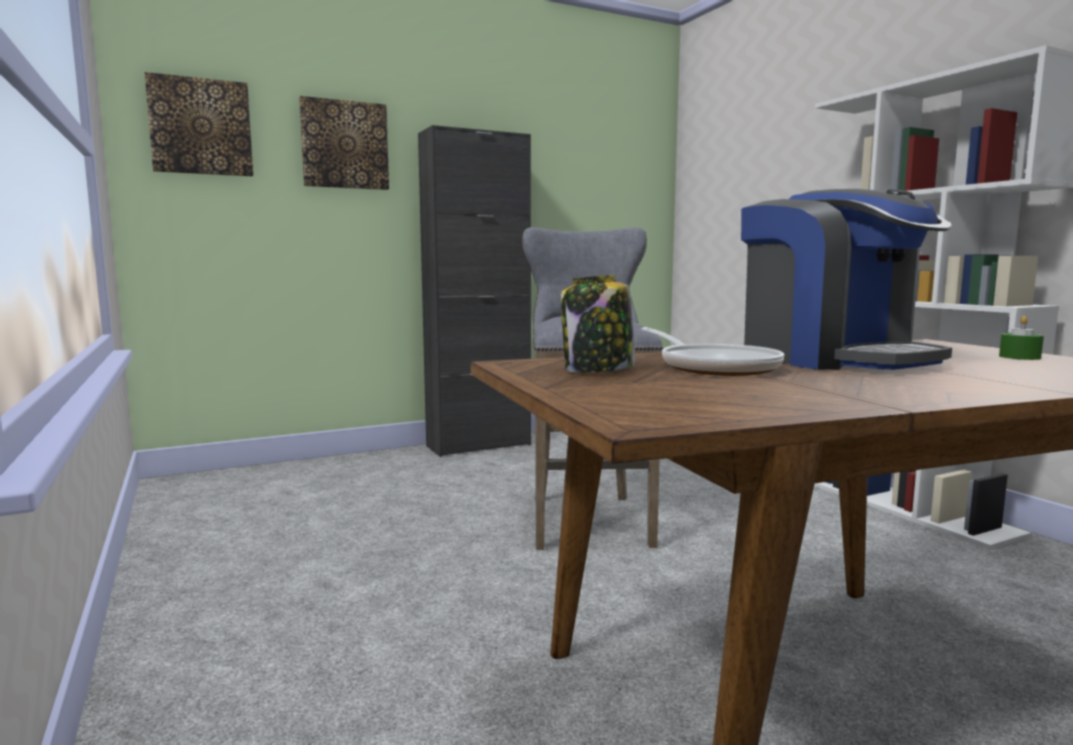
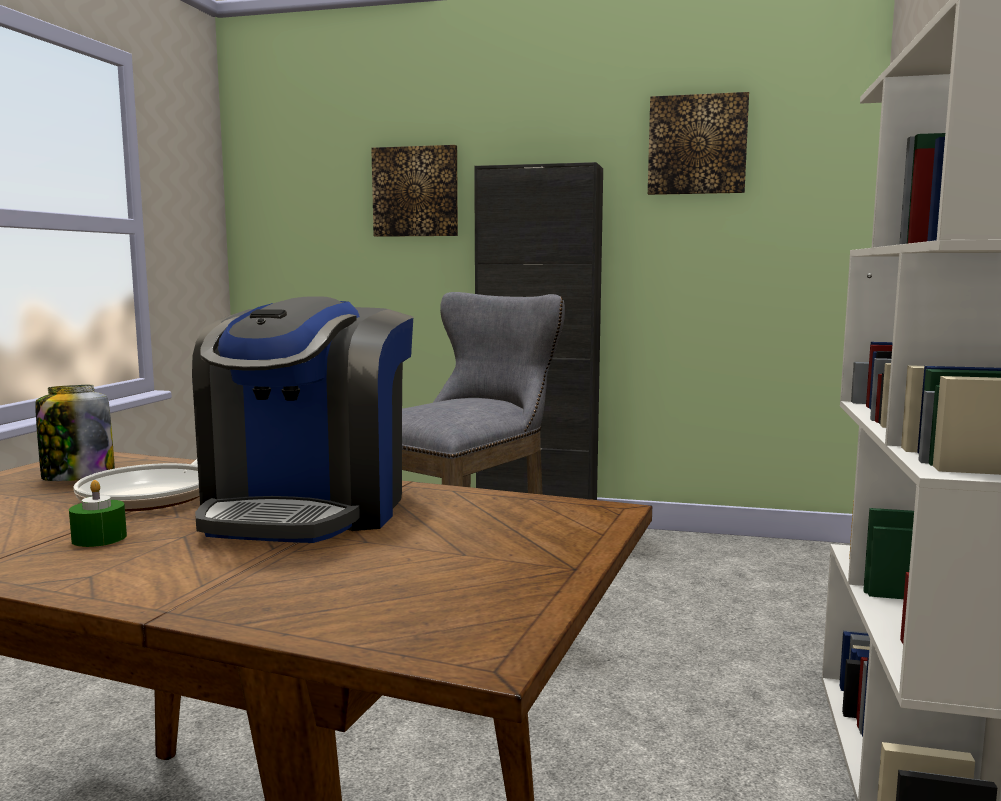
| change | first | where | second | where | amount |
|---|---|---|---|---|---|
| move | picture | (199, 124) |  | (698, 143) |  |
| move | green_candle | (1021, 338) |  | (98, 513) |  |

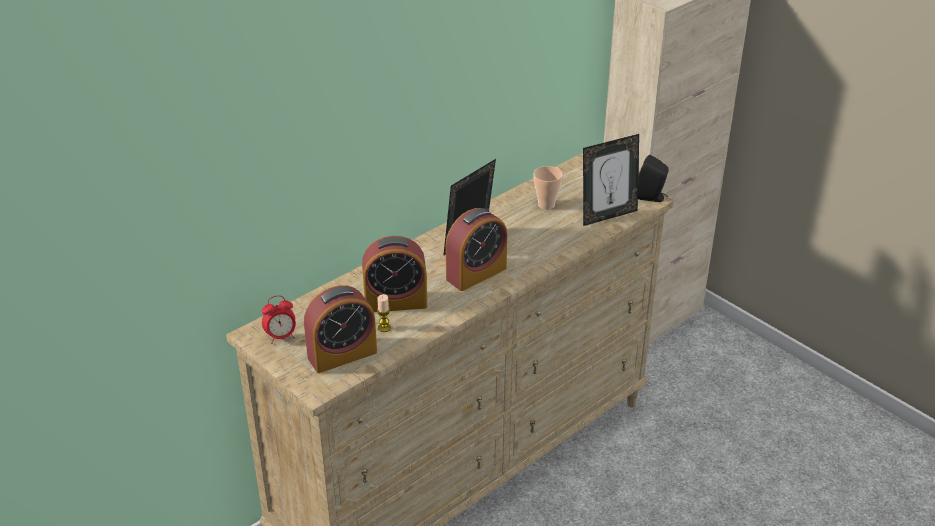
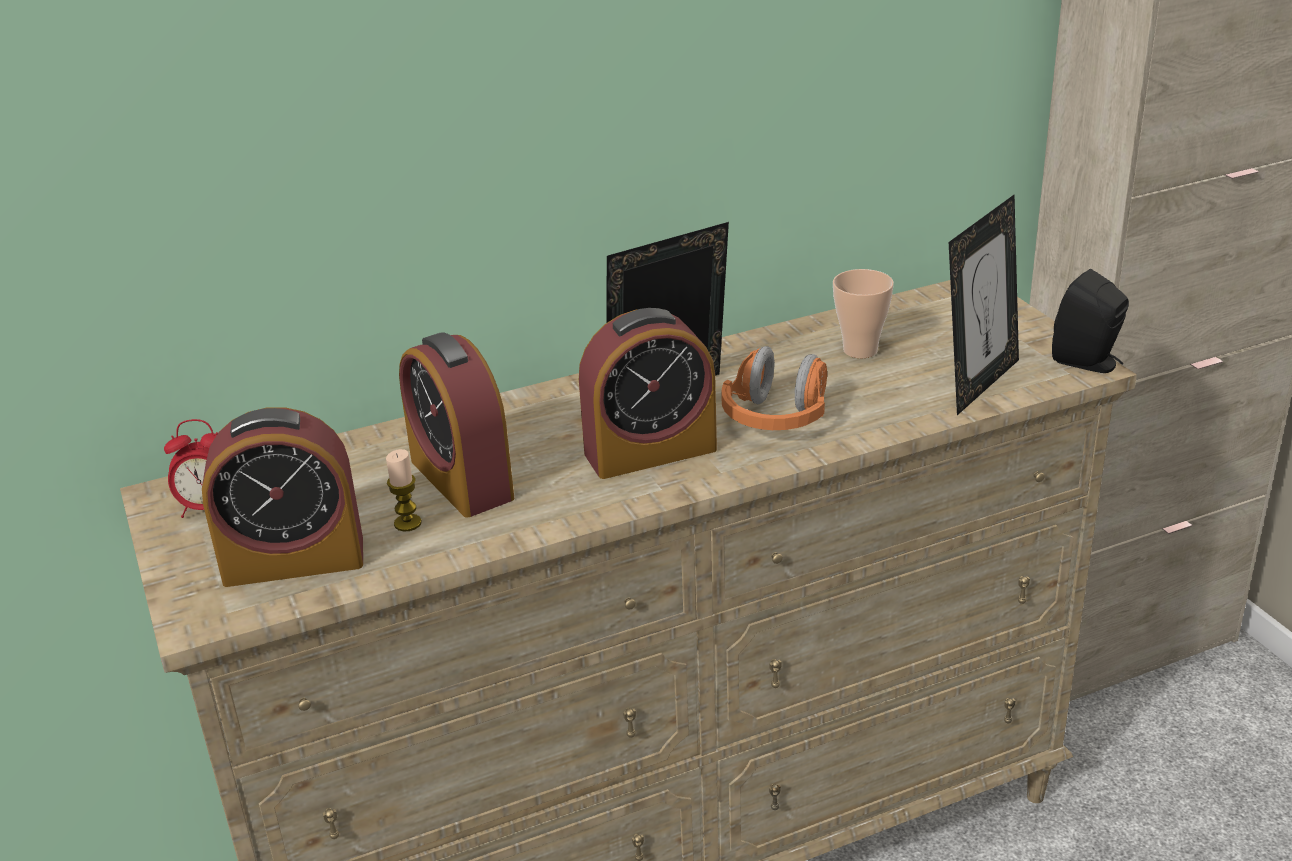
| change | first | where | second | where | amount |
|---|---|---|---|---|---|
| insert |  |  | orange_headphones | (774, 388) |  |
| rotate | alarm_clock | (394, 274) |  | (456, 424) | 45 degrees clockwise |
| rotate | picture_frame | (611, 180) |  | (984, 305) | 45 degrees counterclockwise |

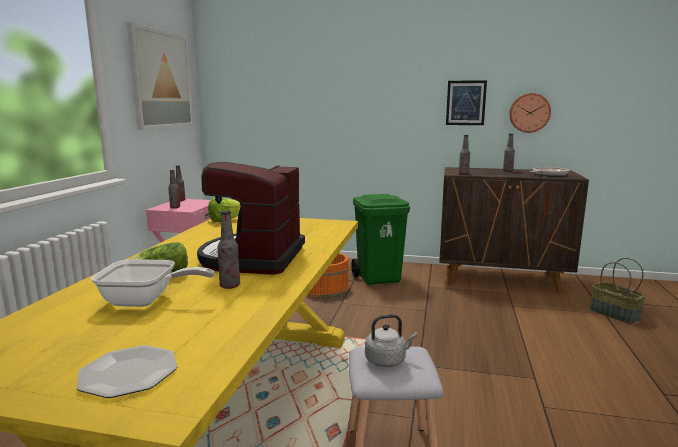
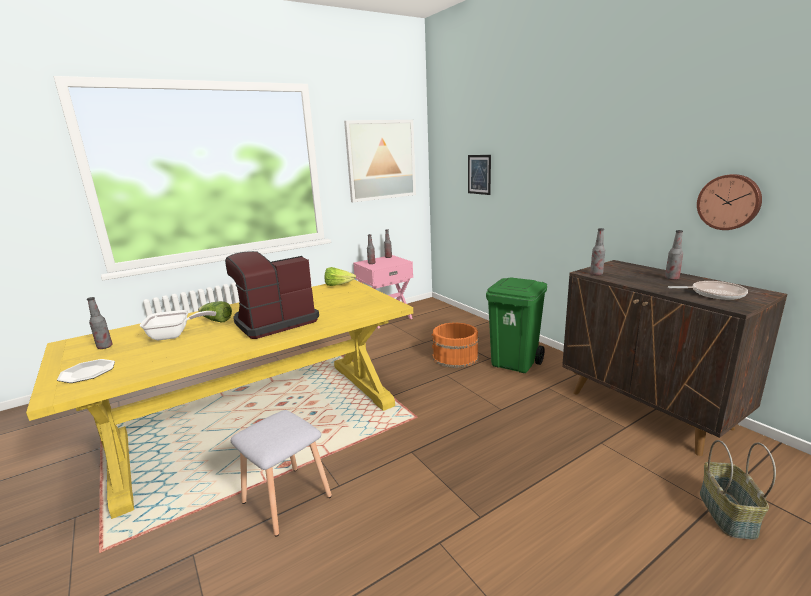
| change | first | where | second | where | amount |
|---|---|---|---|---|---|
| delete | grey_kettle | (391, 340) |  |  |  |
| move | bottle | (228, 249) |  | (99, 323) |  |
| move | picture | (466, 102) |  | (479, 175) |  |
| rotate | frying_pan | (153, 283) |  | (178, 325) | 60 degrees counterclockwise |

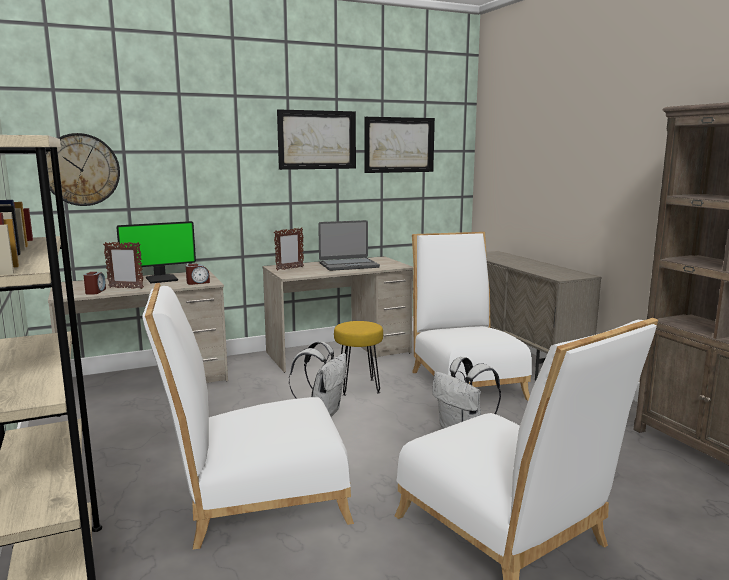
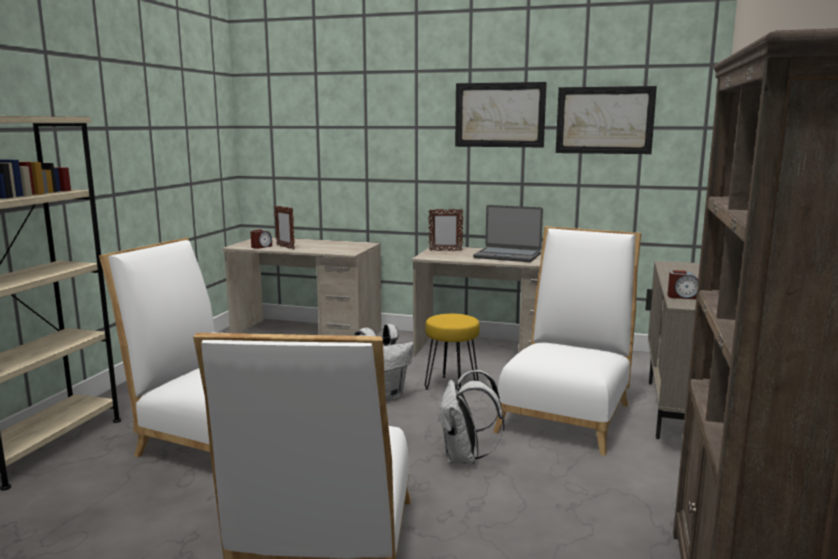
| change | first | where | second | where | amount |
|---|---|---|---|---|---|
| delete | wall_clock | (83, 169) |  |  |  |
| delete | monitor | (156, 252) |  |  |  |
| move | alarm_clock | (198, 274) |  | (682, 284) |  |

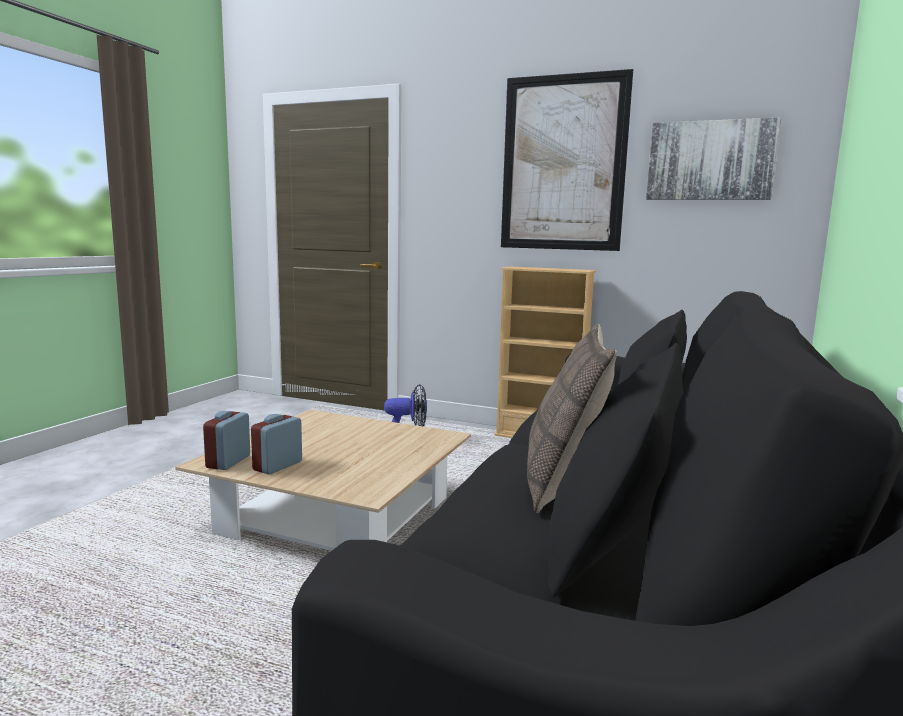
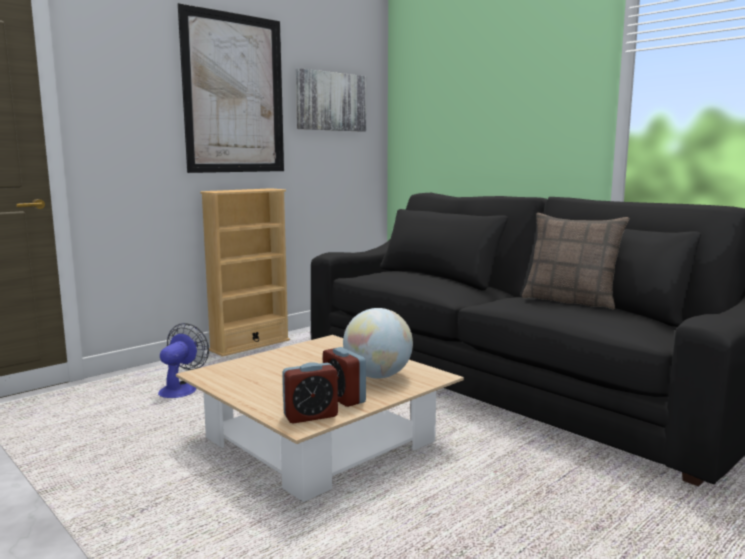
| change | first | where | second | where | amount |
|---|---|---|---|---|---|
| insert |  |  | globe | (378, 343) |  |
| rotate | alarm_clock | (226, 440) |  | (310, 393) | 60 degrees counterclockwise |

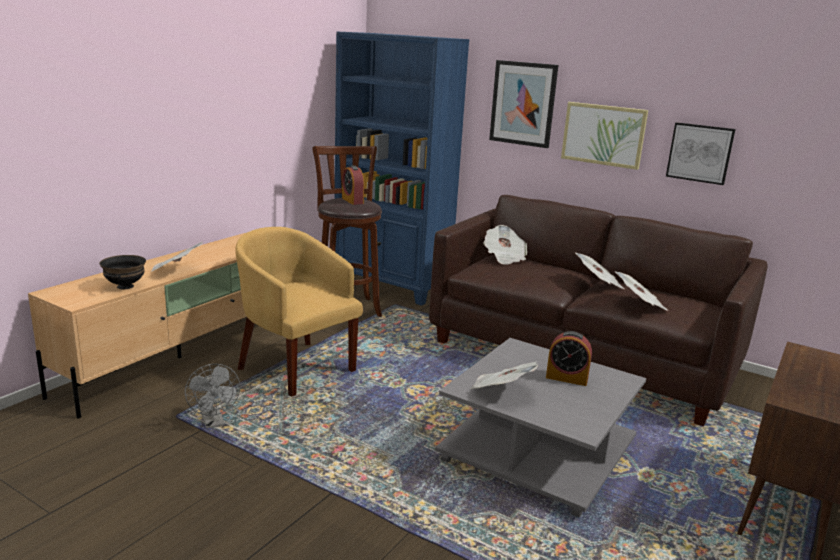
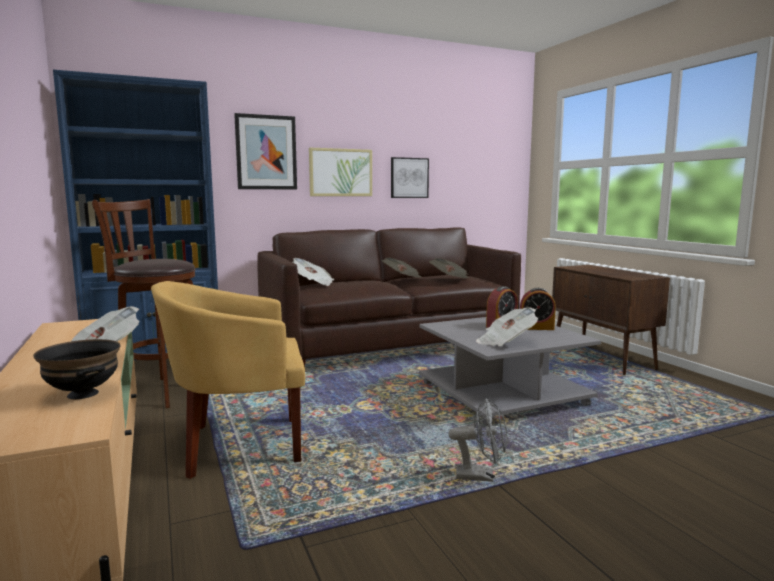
| change | first | where | second | where | amount |
|---|---|---|---|---|---|
| move | grey_fan | (212, 396) |  | (477, 440) |  |
| move | alarm_clock | (353, 185) |  | (538, 309) |  |

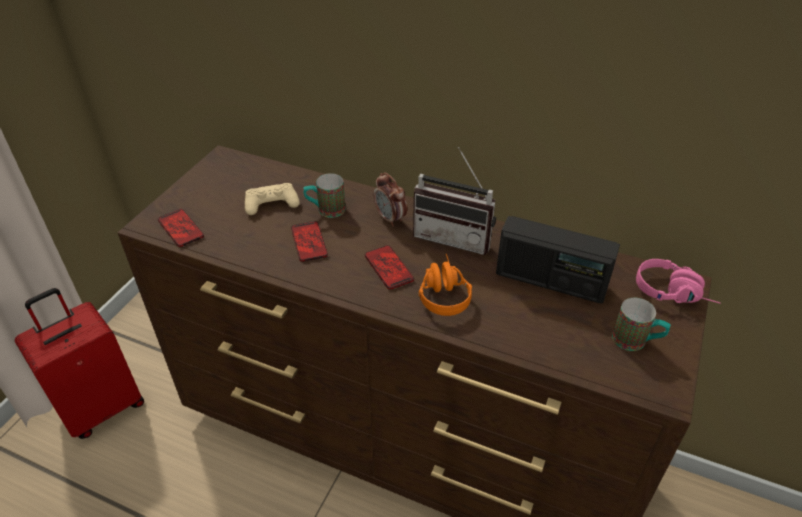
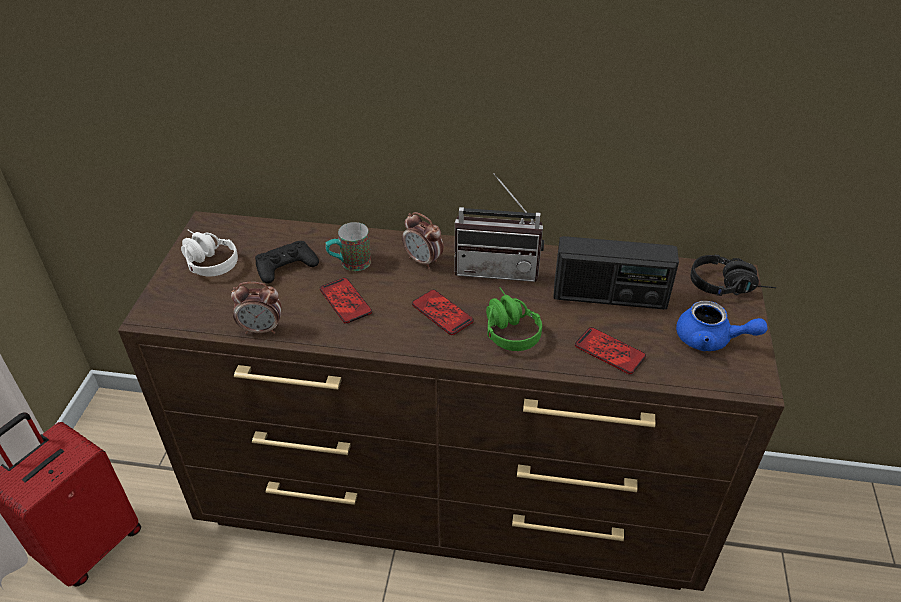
| change | first | where | second | where | amount |
|---|---|---|---|---|---|
| insert |  |  | white_headphones | (209, 253) |  |
| insert |  |  | alarm_clock | (256, 308) |  |
| move | phone | (181, 228) |  | (610, 350) |  |
| replace | mug | (641, 324) | blue_teapot | (722, 326) |  |
| recolor | beige_game_controller | (272, 199) | black_game_controller | (287, 262) |  |
| recolor | orange_headphones | (445, 285) | green_headphones | (514, 319) |  |
| recolor | pink_headphones | (678, 281) | black_headphones | (733, 275) |  |

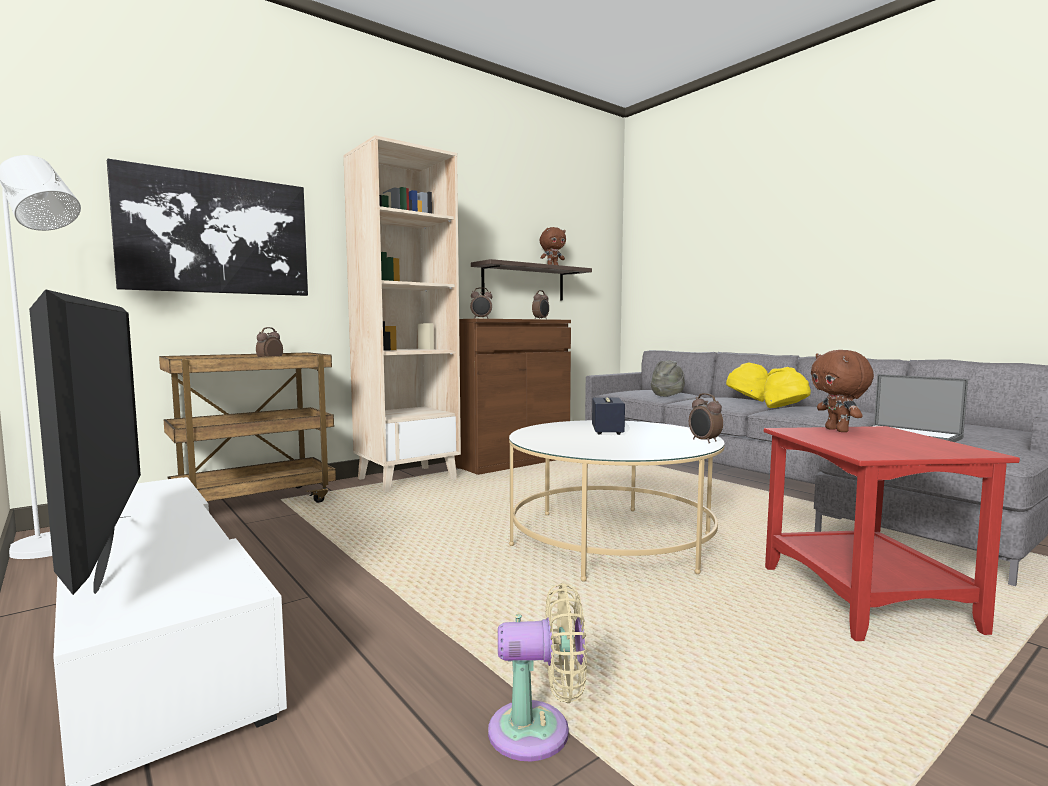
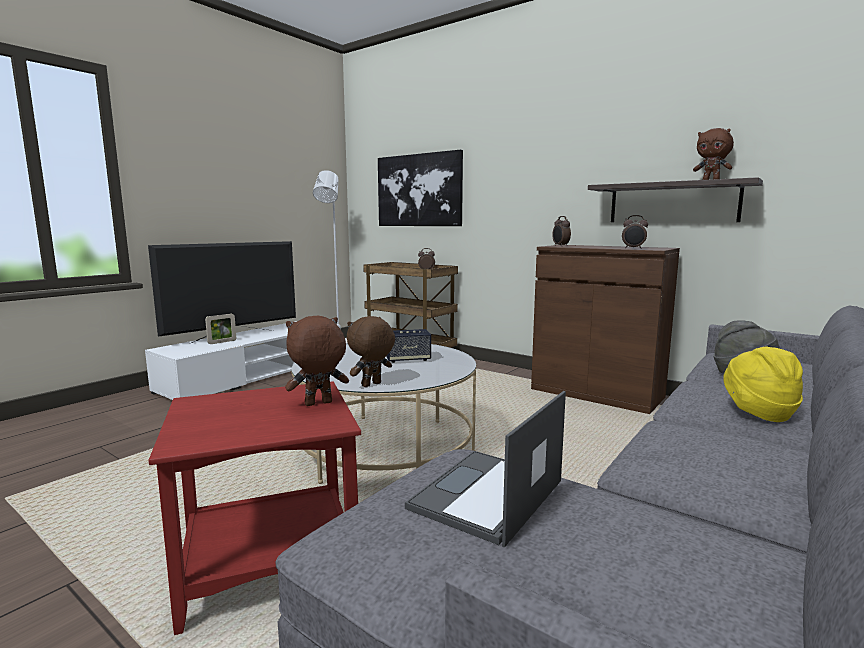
| change | first | where | second | where | amount |
|---|---|---|---|---|---|
| delete | beige_bookcase | (402, 313) |  |  |  |
| delete | beige_fan | (537, 672) |  |  |  |
| delete | yellow_hat | (787, 387) |  |  |  |
| insert |  |  | picture_frame | (220, 329) |  |
| replace | alarm_clock | (706, 418) | brown_plush_toy | (371, 351) |  |

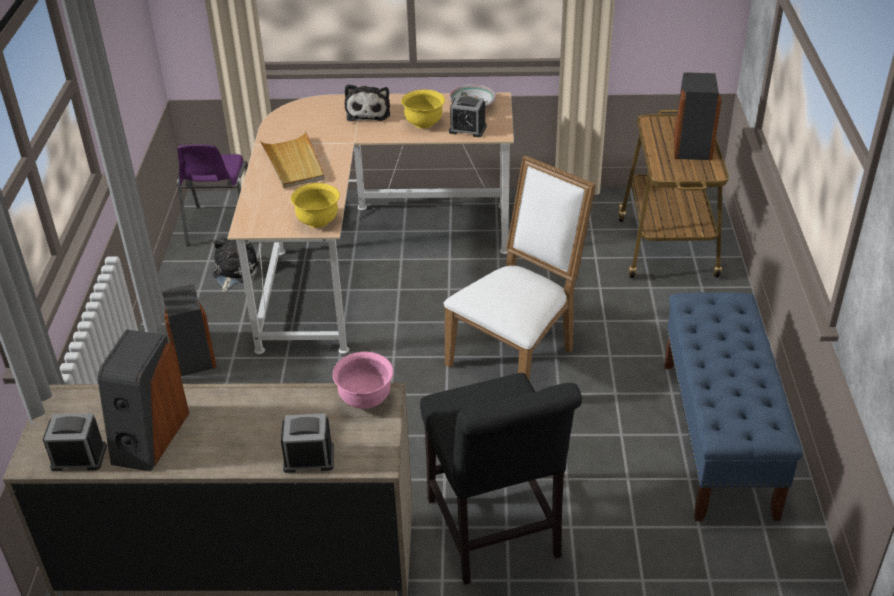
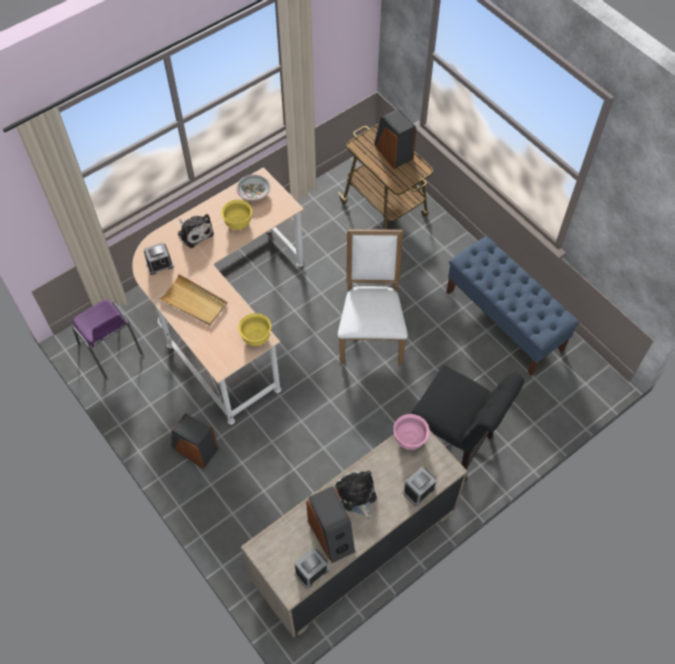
| change | first | where | second | where | amount |
|---|---|---|---|---|---|
| move | plush_toy | (235, 265) |  | (356, 495) |  |
| move | alarm_clock | (468, 116) |  | (159, 258) |  |

